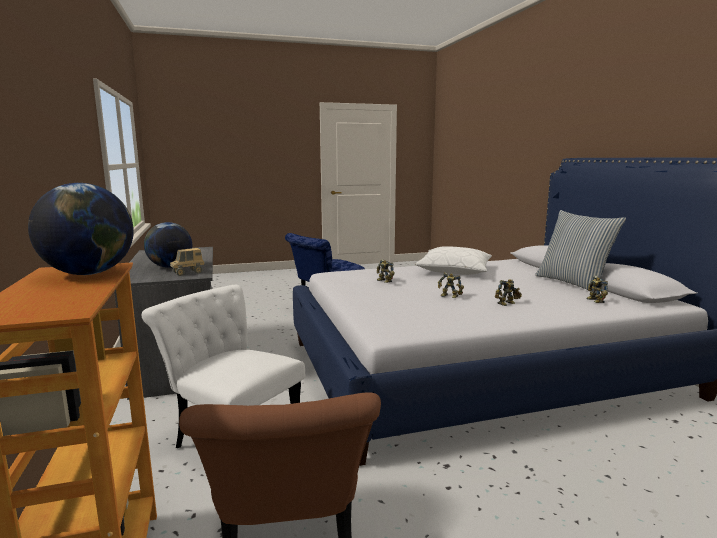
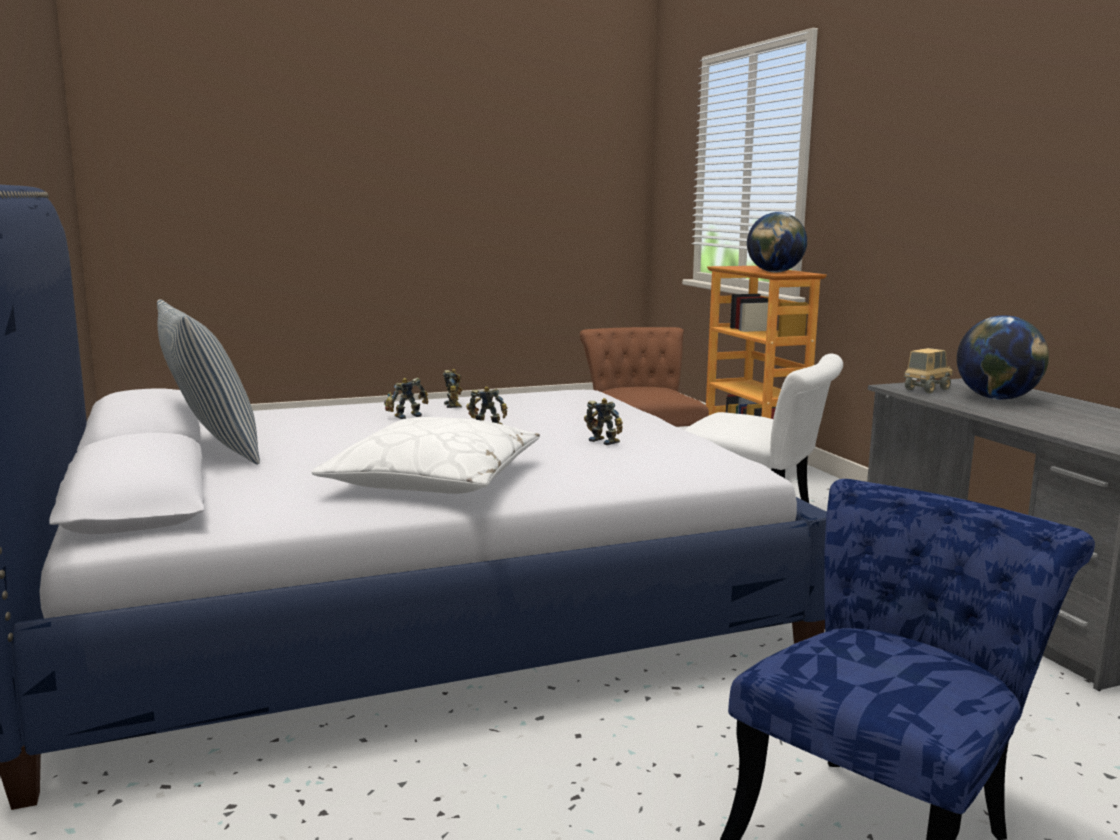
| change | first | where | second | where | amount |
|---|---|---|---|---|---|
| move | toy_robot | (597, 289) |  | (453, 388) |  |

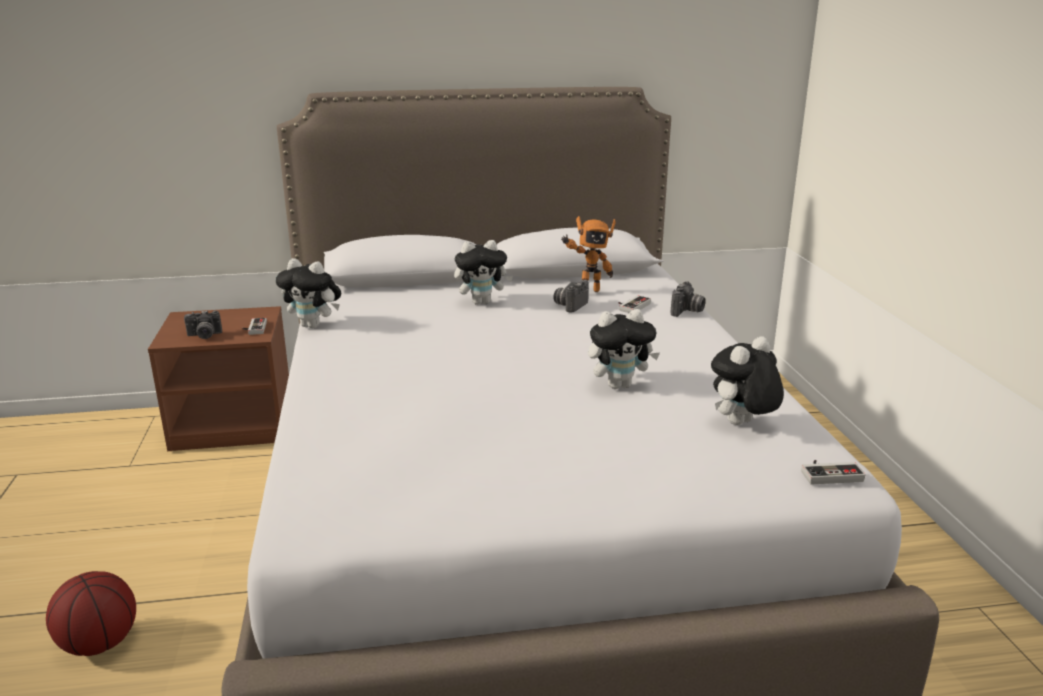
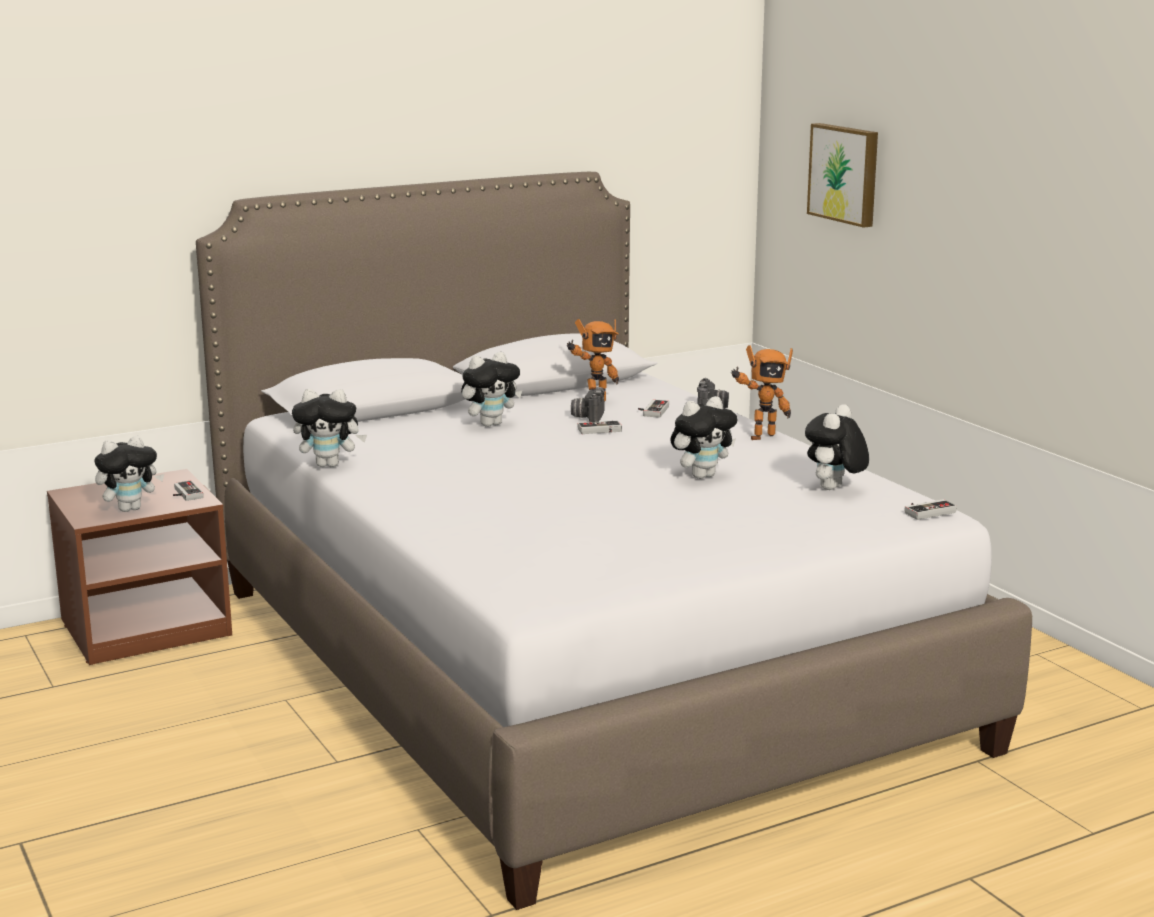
| change | first | where | second | where | amount |
|---|---|---|---|---|---|
| delete | basketball | (91, 613) |  |  |  |
| insert |  |  | game_controller | (600, 427) |  |
| insert |  |  | toy_robot | (762, 392) |  |
| insert |  |  | picture | (842, 175) |  |
| replace | photo_camera | (203, 324) | plush_toy | (129, 474) |  |

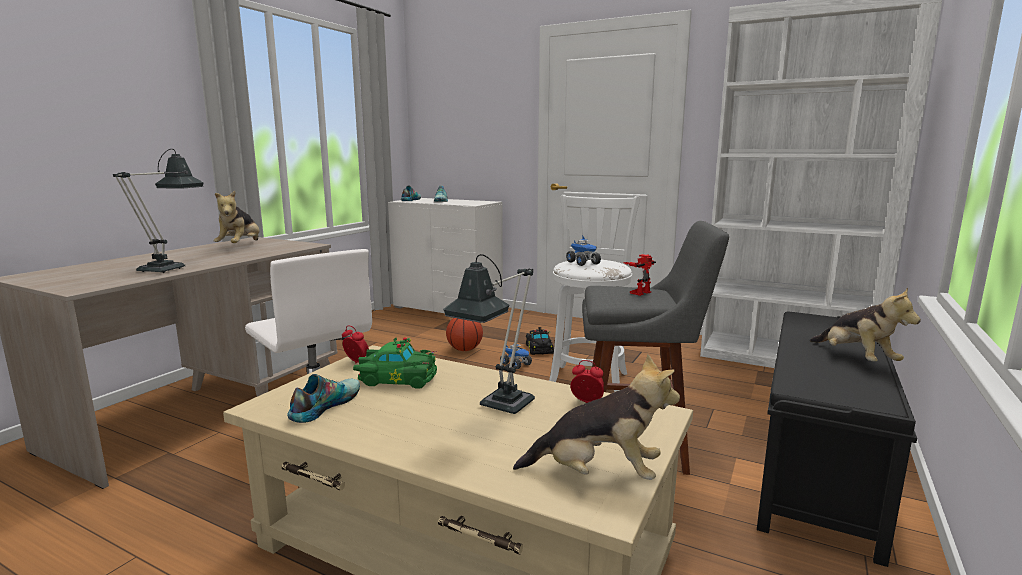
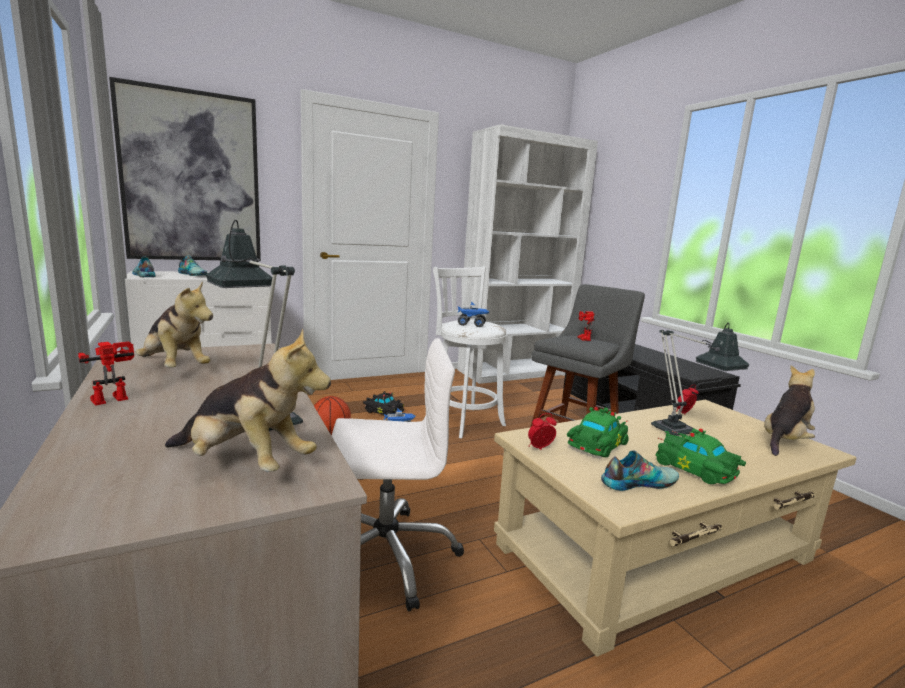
| change | first | where | second | where | amount |
|---|---|---|---|---|---|
| insert |  |  | toy_robot | (106, 374) |  |
| insert |  |  | picture | (185, 169) |  |
| insert |  |  | green_toy_car | (700, 456) |  |
| move | plush_toy | (865, 324) |  | (248, 400) |  |
| rotate | shoe | (323, 398) |  | (640, 470) | 105 degrees clockwise |

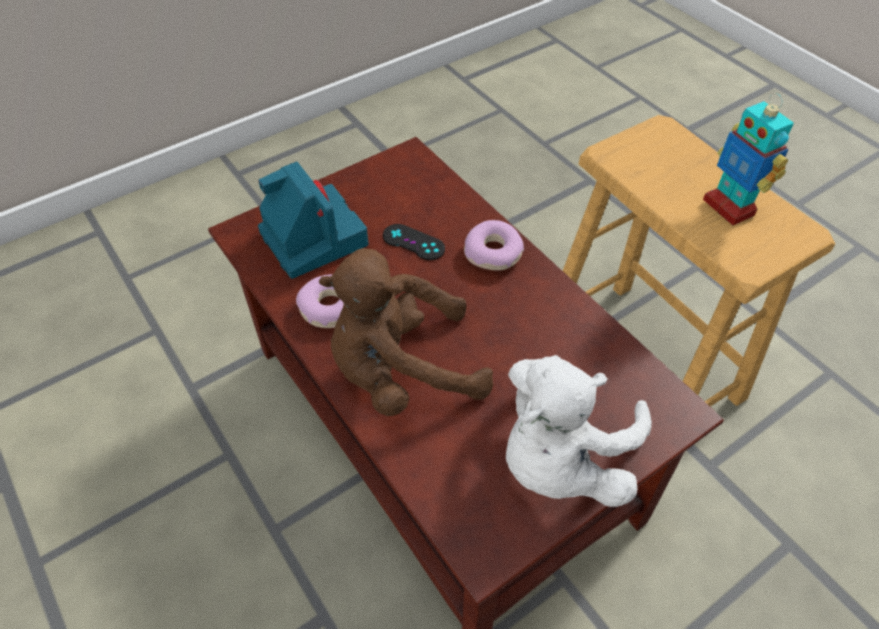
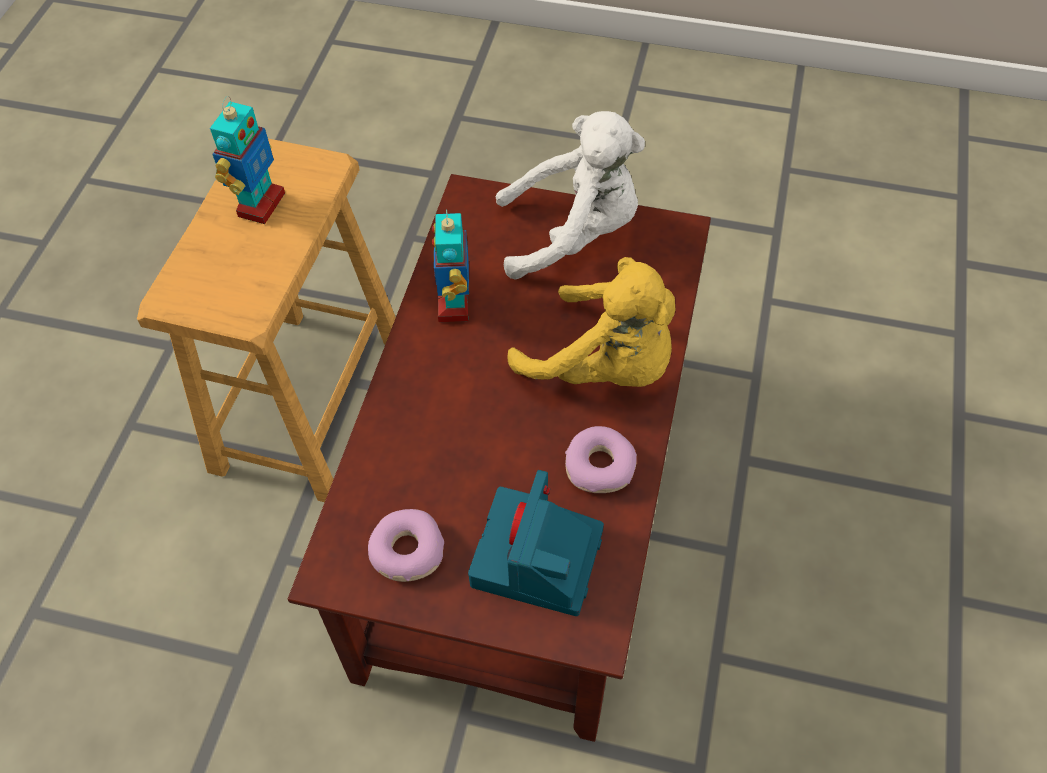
| change | first | where | second | where | amount |
|---|---|---|---|---|---|
| delete | black_game_controller | (414, 242) |  |  |  |
| insert |  |  | toy_robot | (450, 265) |  |
| move | donut | (494, 245) |  | (406, 545) |  |
| recolor | brown_plush_toy | (406, 332) | yellow_plush_toy | (591, 322) |  |

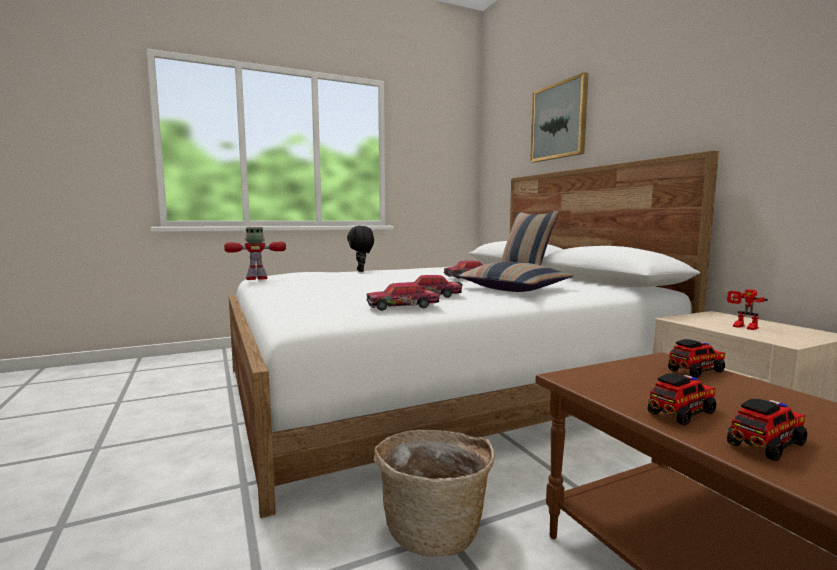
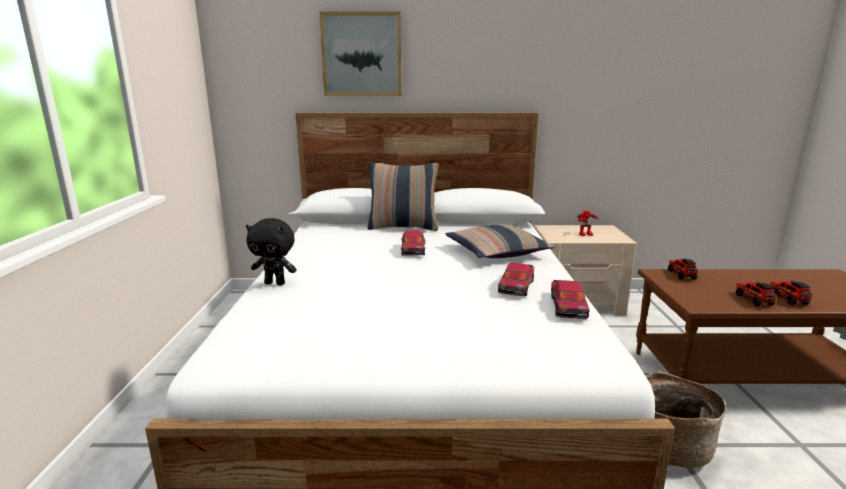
| change | first | where | second | where | amount |
|---|---|---|---|---|---|
| delete | toy_robot | (255, 253) |  |  |  |

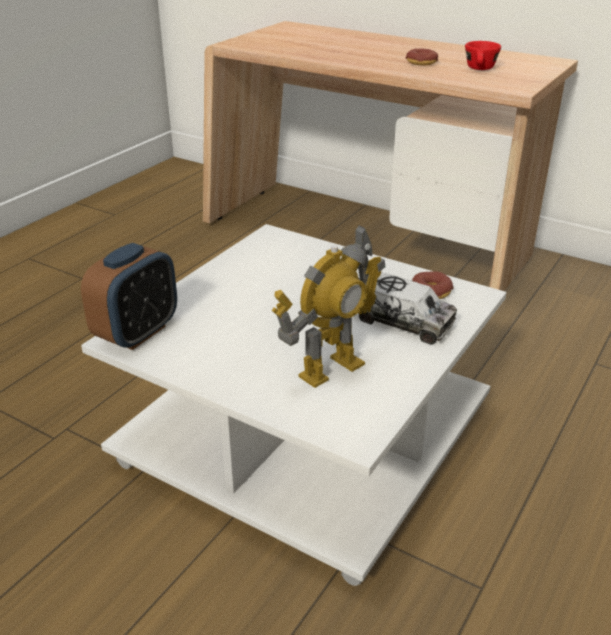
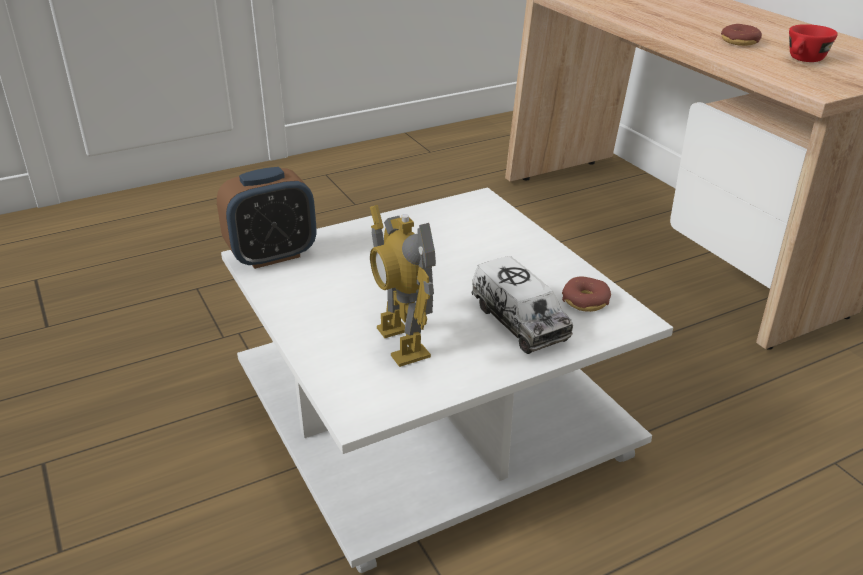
| change | first | where | second | where | amount |
|---|---|---|---|---|---|
| rotate | toy_robot | (328, 306) |  | (403, 286) | 75 degrees clockwise |

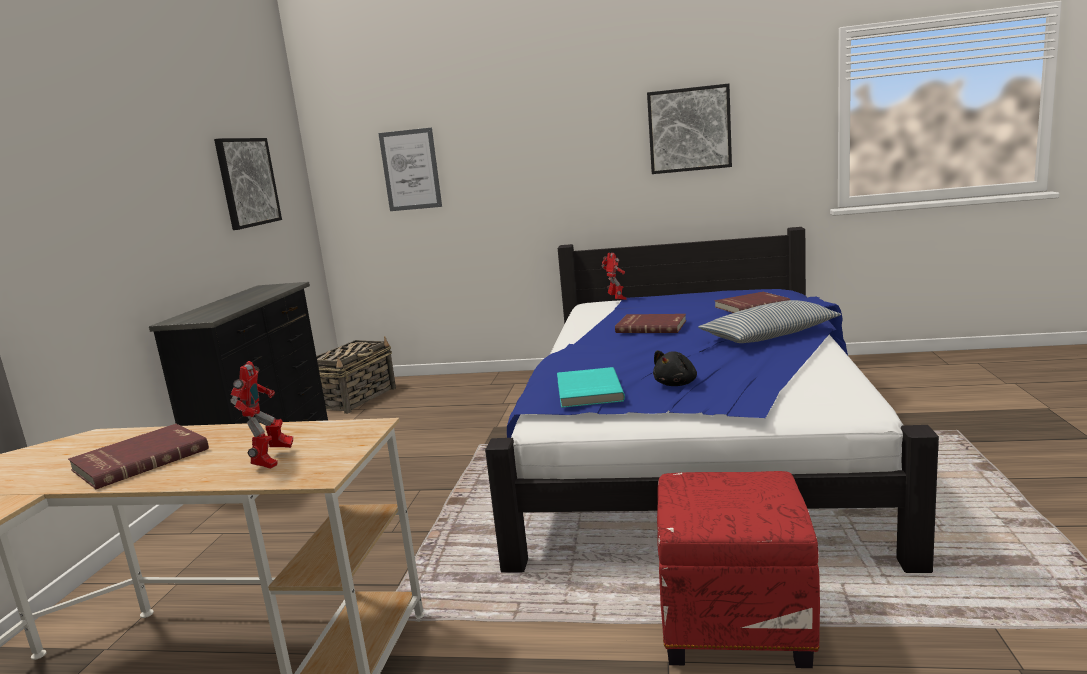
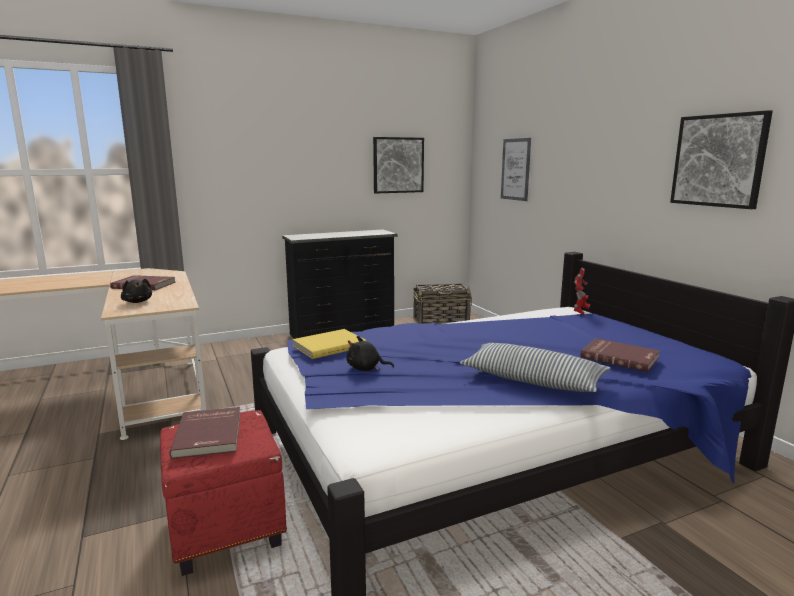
| change | first | where | second | where | amount |
|---|---|---|---|---|---|
| move | red_book | (650, 323) |  | (205, 433) |  |
| replace | toy_robot | (261, 415) | black_plush_toy | (136, 291) |  |
| recolor | turquoise_book | (591, 387) | yellow_book | (329, 344) |  |

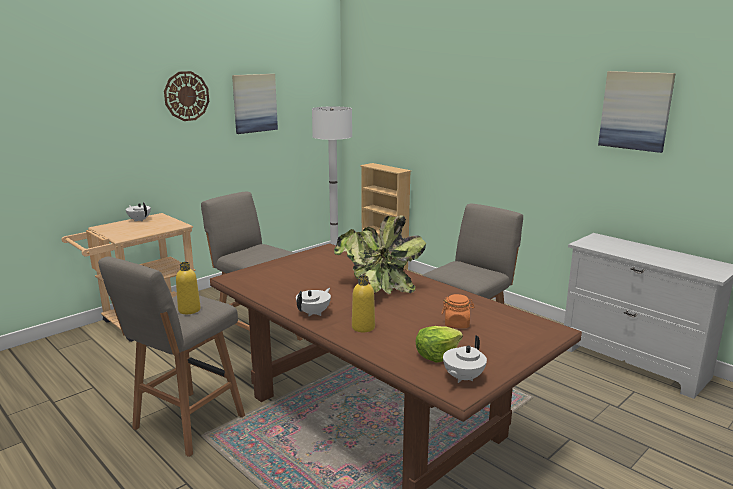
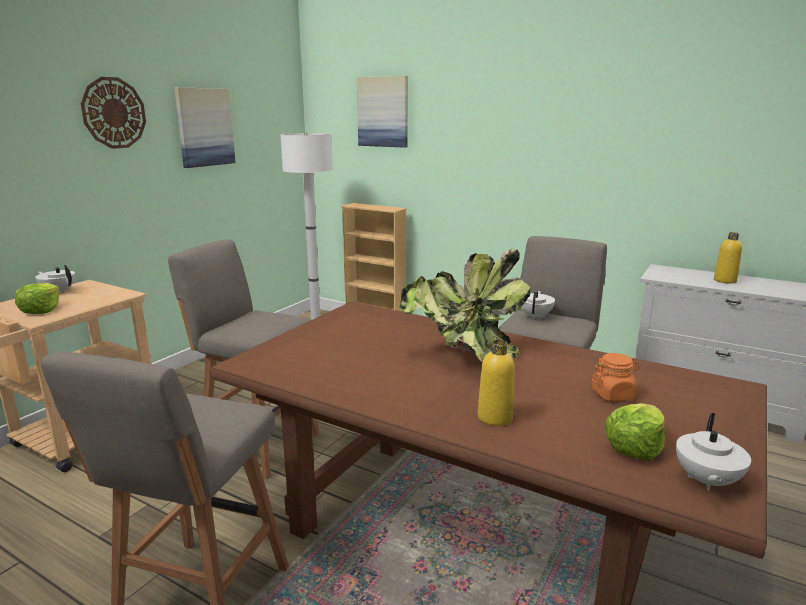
| change | first | where | second | where | amount |
|---|---|---|---|---|---|
| insert |  |  | lettuce | (37, 298) |  |
| move | yellow_bottle | (188, 288) |  | (728, 258) |  |
| move | white_teapot | (313, 302) |  | (538, 305) |  |
| move | picture | (637, 112) |  | (382, 112) |  |

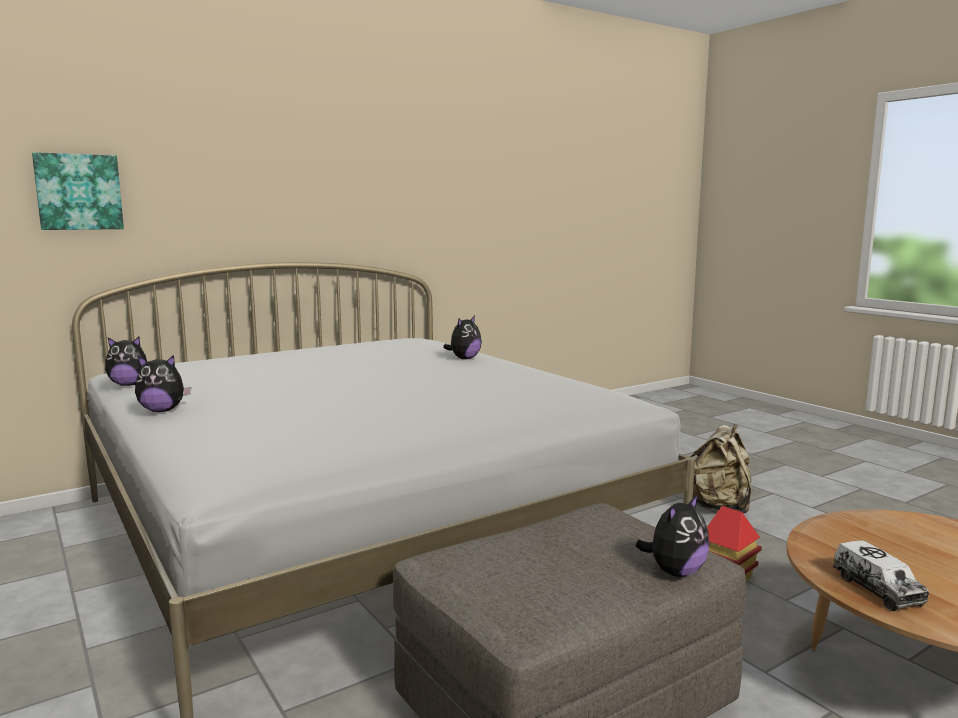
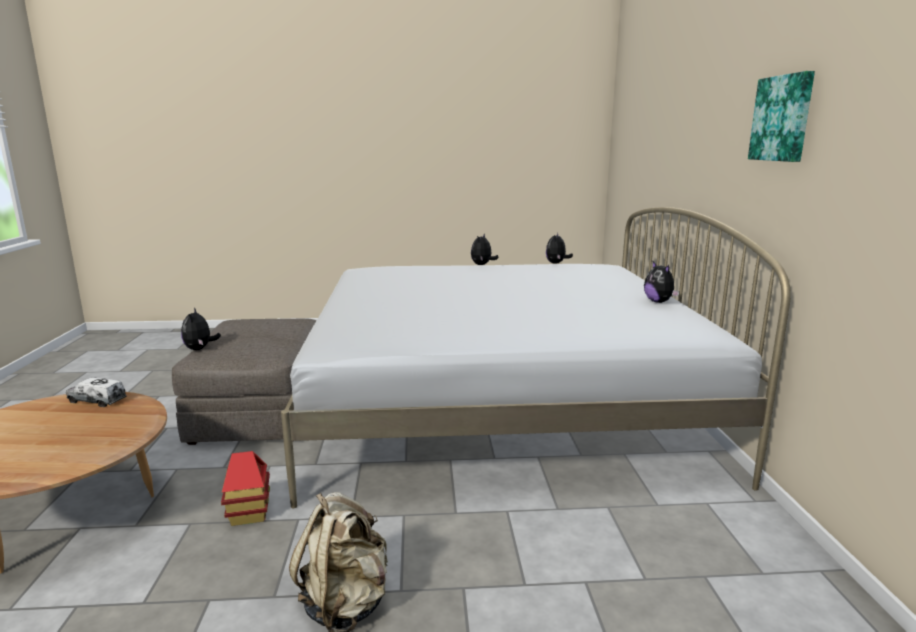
| change | first | where | second | where | amount |
|---|---|---|---|---|---|
| move | picture | (78, 191) |  | (781, 116) |  |
| move | plush_toy | (462, 337) |  | (661, 282) |  |

